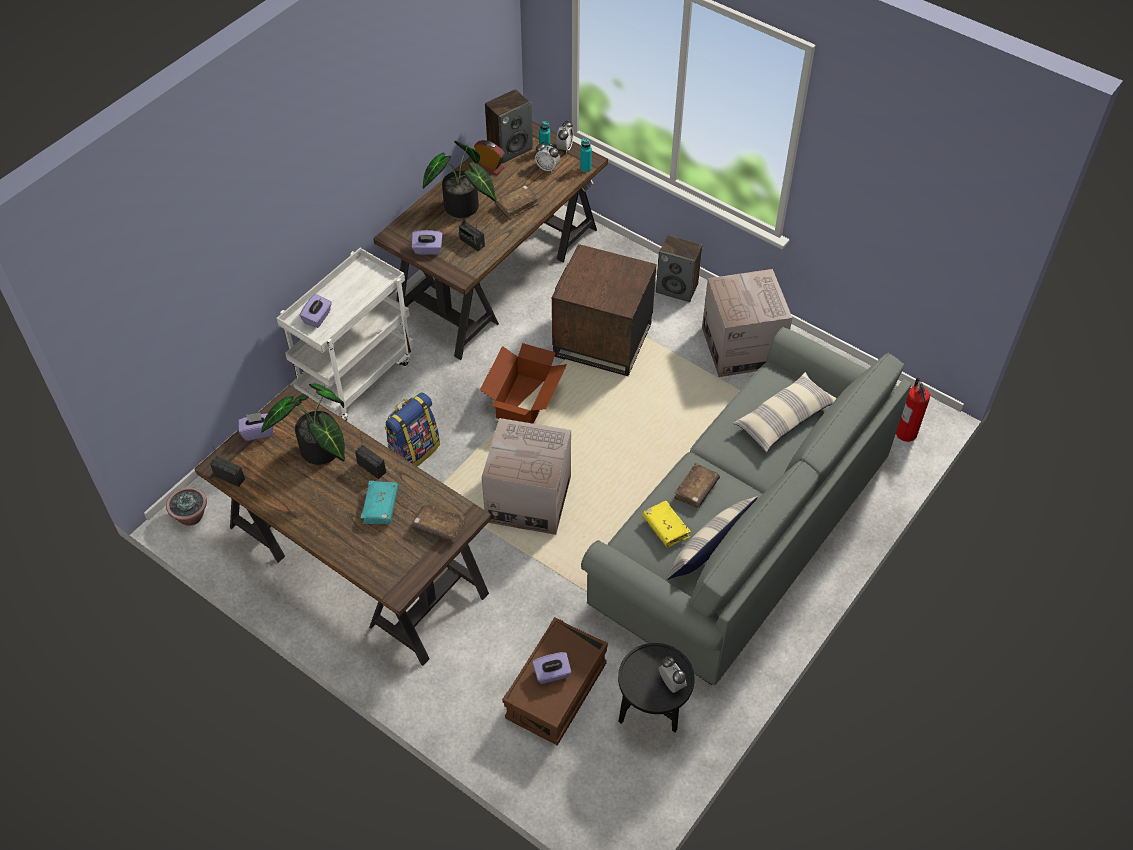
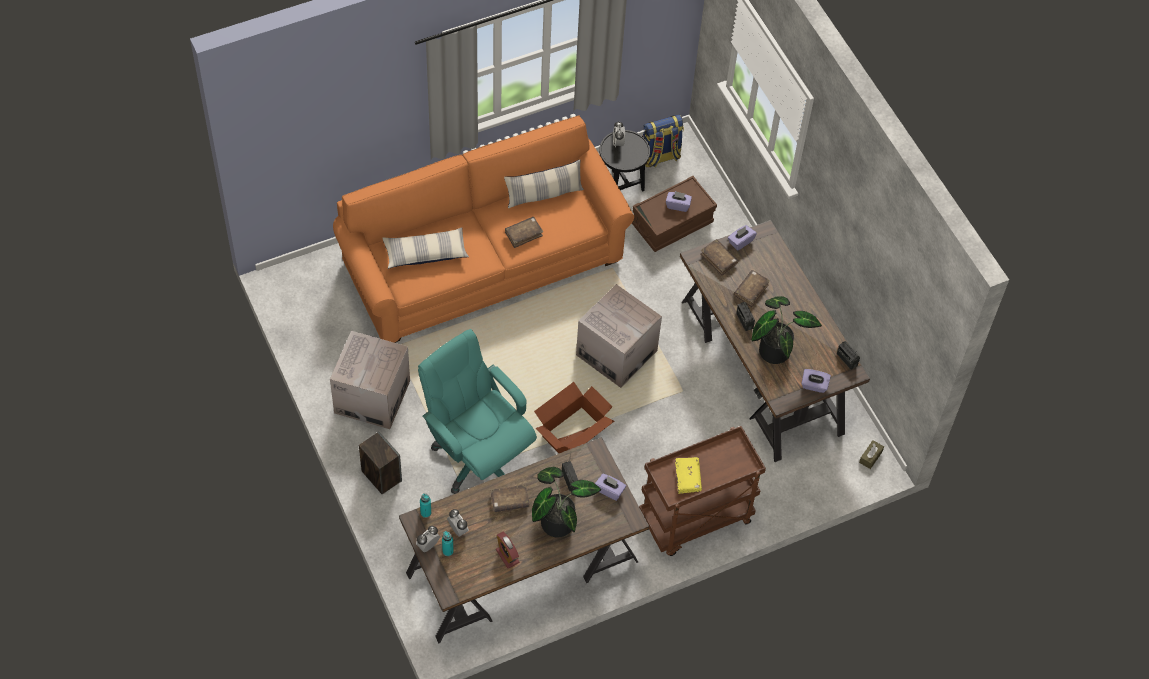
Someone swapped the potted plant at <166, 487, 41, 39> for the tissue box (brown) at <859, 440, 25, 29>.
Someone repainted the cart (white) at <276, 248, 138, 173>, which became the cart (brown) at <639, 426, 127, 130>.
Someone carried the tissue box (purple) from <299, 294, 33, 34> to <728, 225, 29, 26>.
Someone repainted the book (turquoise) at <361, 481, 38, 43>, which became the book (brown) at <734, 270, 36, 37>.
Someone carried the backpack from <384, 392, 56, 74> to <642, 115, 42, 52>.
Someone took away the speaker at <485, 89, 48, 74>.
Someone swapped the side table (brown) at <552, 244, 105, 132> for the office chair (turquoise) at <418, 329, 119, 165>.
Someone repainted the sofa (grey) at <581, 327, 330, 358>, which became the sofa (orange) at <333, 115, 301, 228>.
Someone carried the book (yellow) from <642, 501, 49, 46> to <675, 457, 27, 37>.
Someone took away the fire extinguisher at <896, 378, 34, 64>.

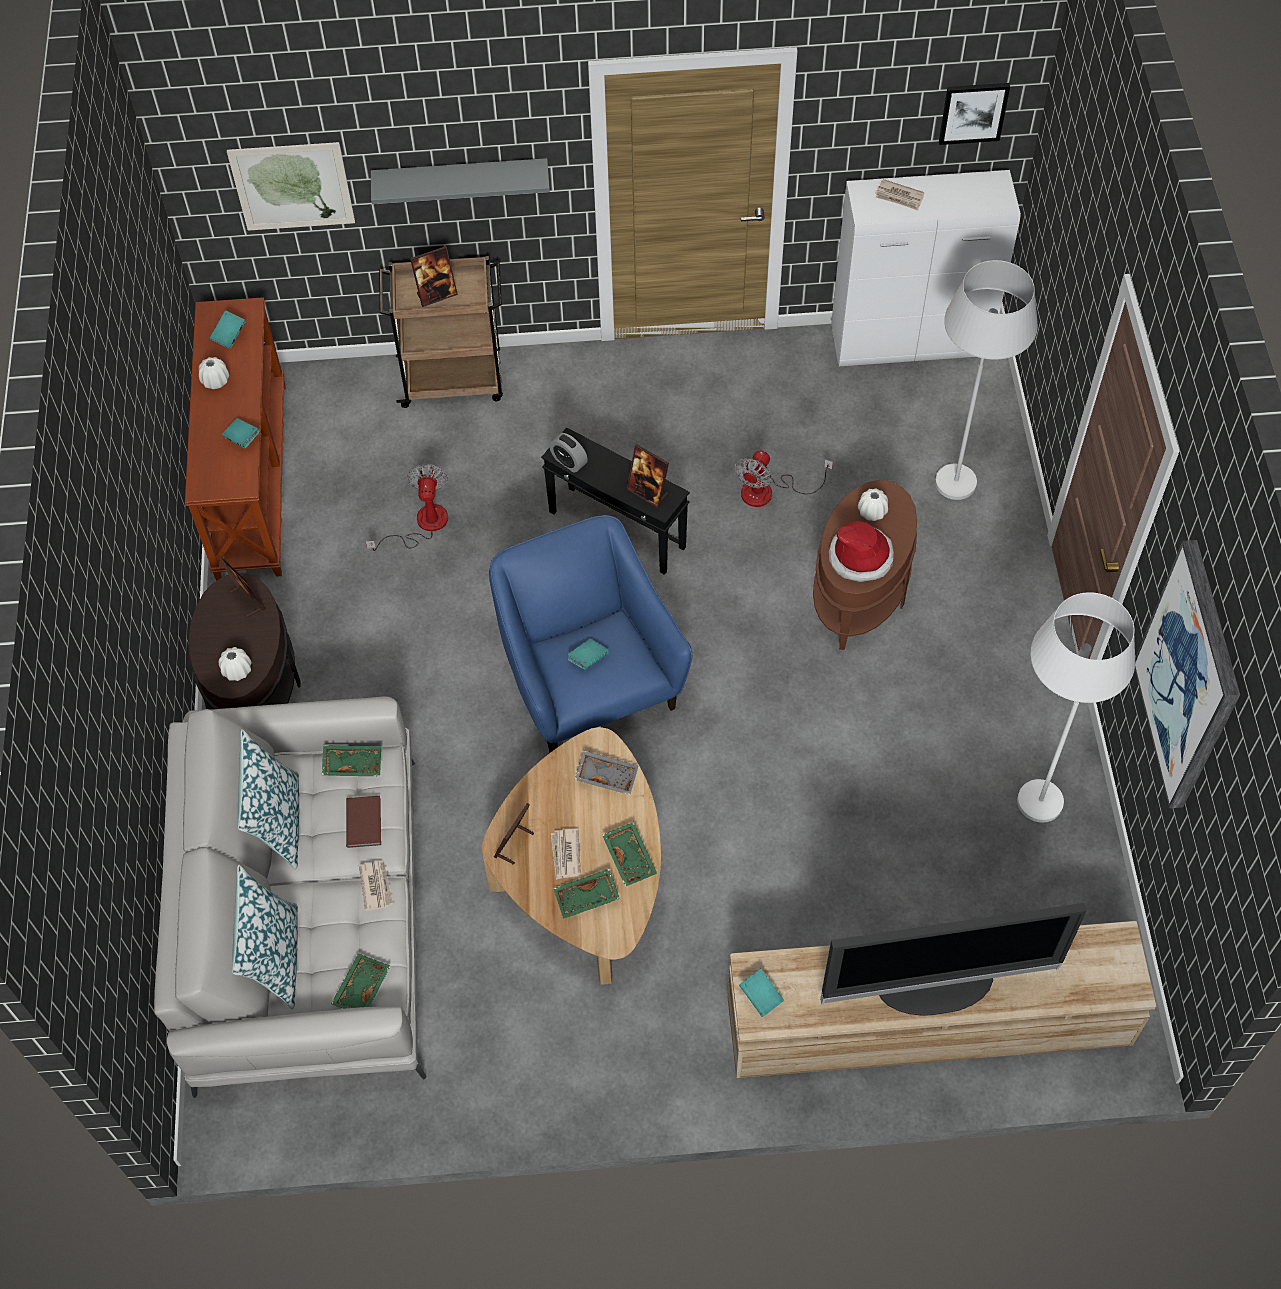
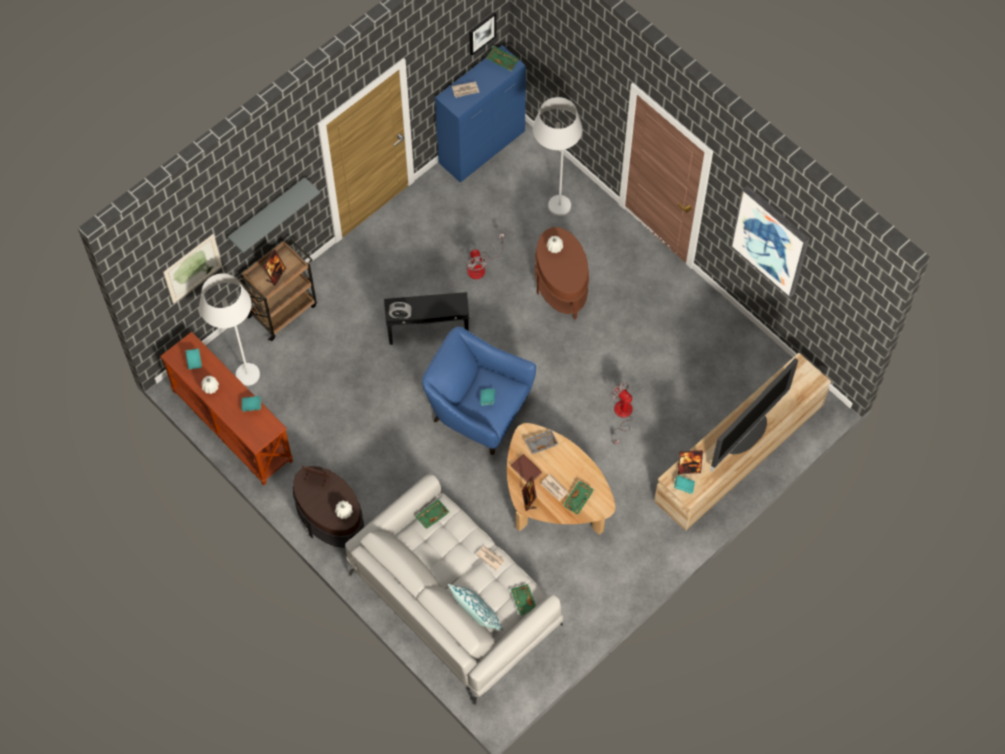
Someone took away the pillow at <238, 729, 61, 140>.
Someone carried the book (brown) from <346, 796, 35, 52> to <510, 454, 32, 28>.
Someone carried the fan from <366, 464, 82, 87> to <611, 382, 22, 62>.
Someone carried the tray (green) from <602, 822, 55, 65> to <486, 46, 33, 25>.
Someone carried the picture frame from <627, 444, 42, 64> to <678, 450, 25, 24>.
Someone took away the hat at <829, 521, 65, 61>.
Someone repainted the cabinet (white) at <831, 170, 190, 196>, which became the cabinet (blue) at <435, 45, 91, 138>.
Someone carried the floor lamp (white) from <1017, 592, 118, 230> to <199, 273, 61, 113>.

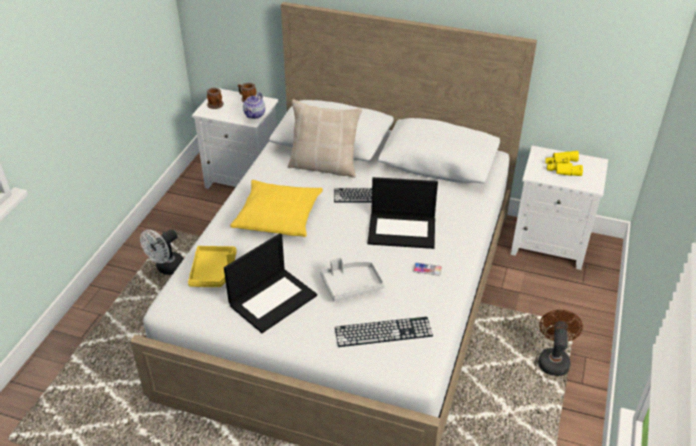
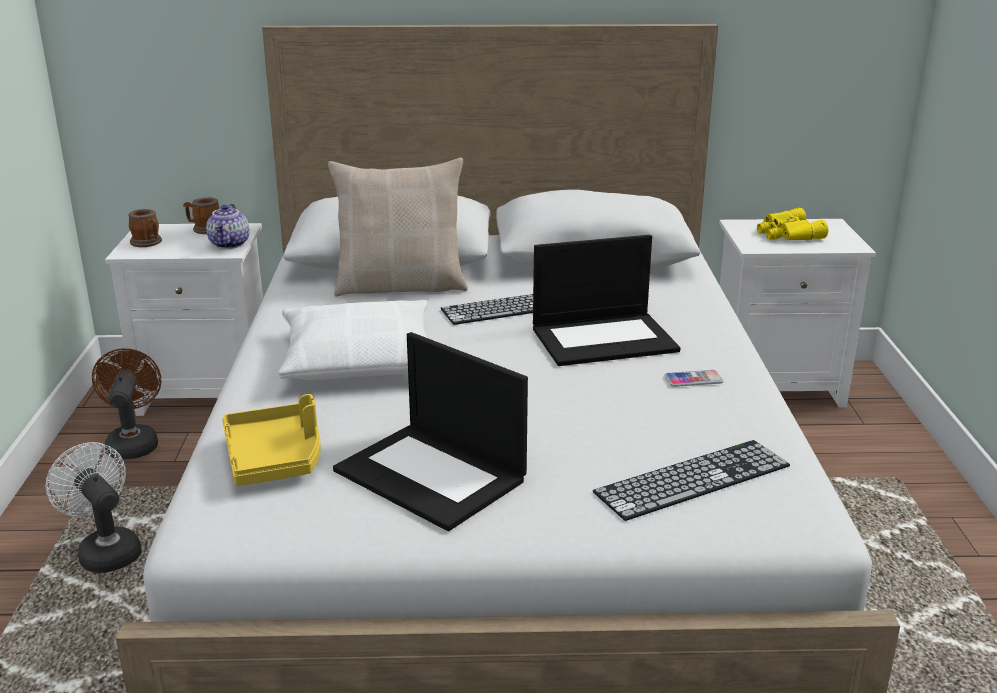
Someone rotated the fan (white) at <140, 229, 44, 46> by 120 degrees clockwise.
Someone rotated the laptop at <224, 233, 93, 100> by 105 degrees clockwise.
Someone repainted the pillow (yellow) at <230, 180, 93, 57>, which became the pillow (white) at <278, 300, 150, 80>.
Someone took away the tray (grey) at <320, 257, 64, 45>.
Someone carried the fan (brown) from <538, 310, 45, 66> to <92, 348, 69, 111>.

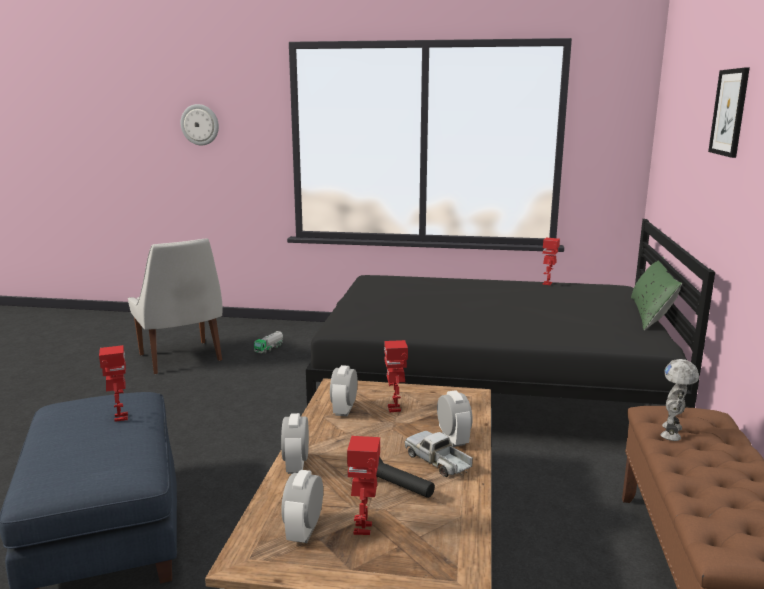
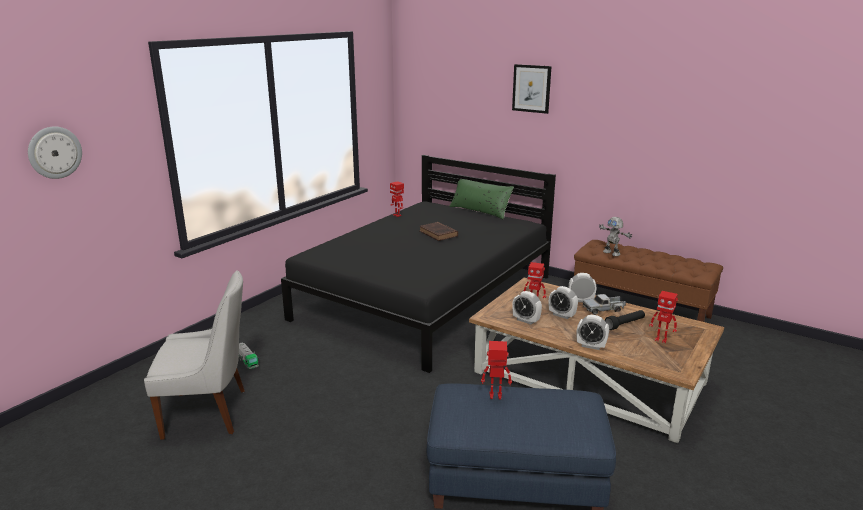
Someone carried the alarm clock from <281, 470, 42, 73> to <549, 286, 29, 33>.
Someone put down the book (brown) at <419, 222, 39, 19>.

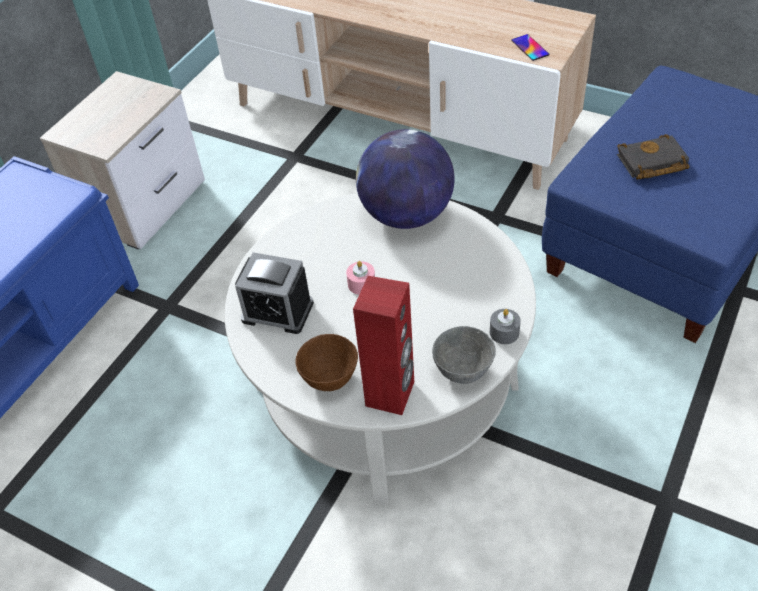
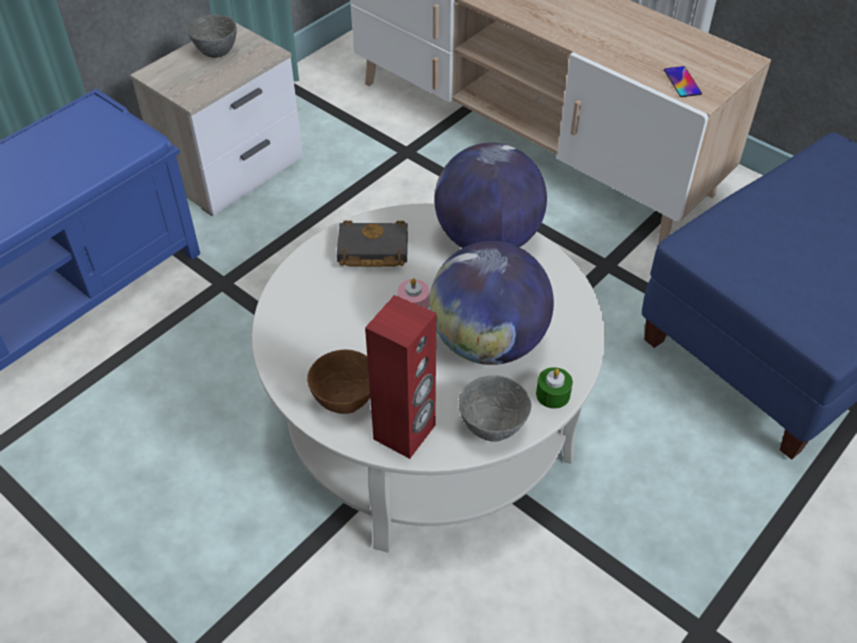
Someone took away the alarm clock at <235, 252, 79, 82>.
Someone repainted the candle (grey) at <490, 309, 31, 35>, which became the candle (green) at <536, 367, 37, 42>.
Someone carried the book (black) from <617, 134, 73, 46> to <337, 220, 71, 47>.
Someone put down the bowl (grey) at <187, 15, 50, 43>.
Someone put down the globe at <429, 241, 125, 124>.

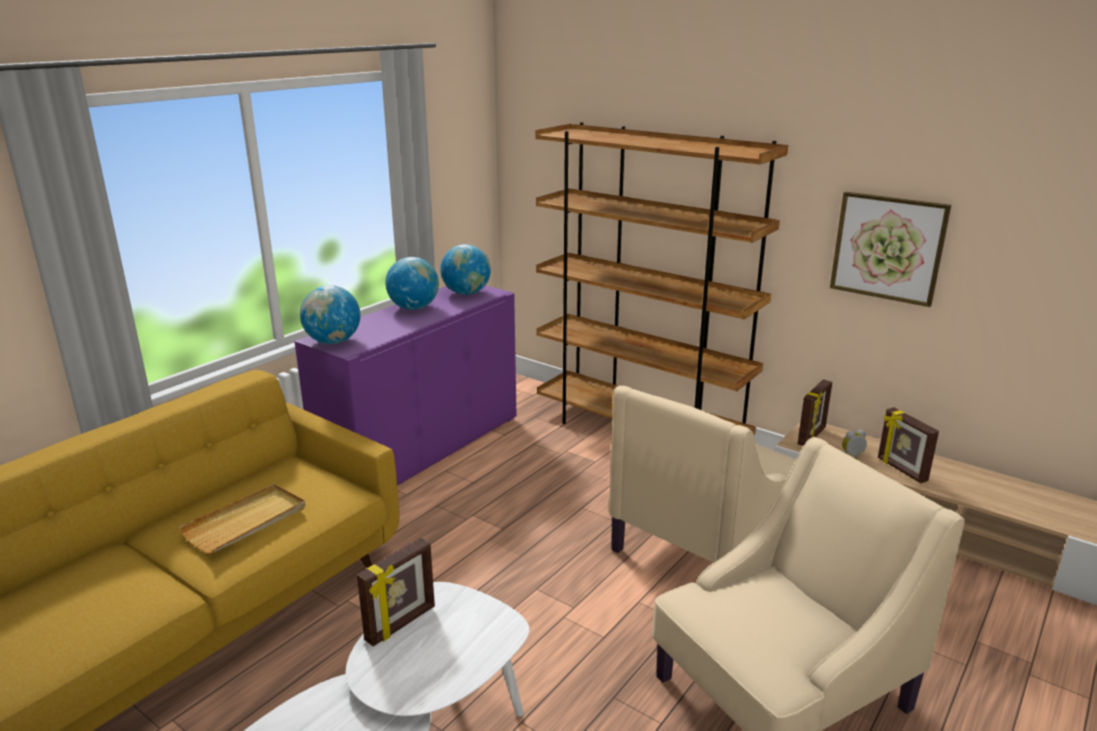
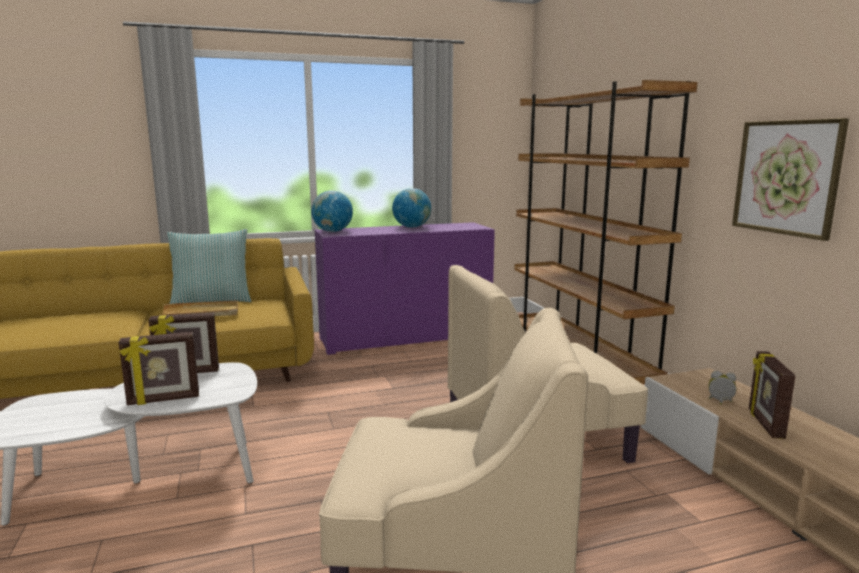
Someone took away the globe at <440, 244, 51, 51>.
Someone carried the picture frame from <798, 379, 34, 67> to <119, 332, 80, 73>.
Someone put down the pillow at <167, 229, 85, 75>.

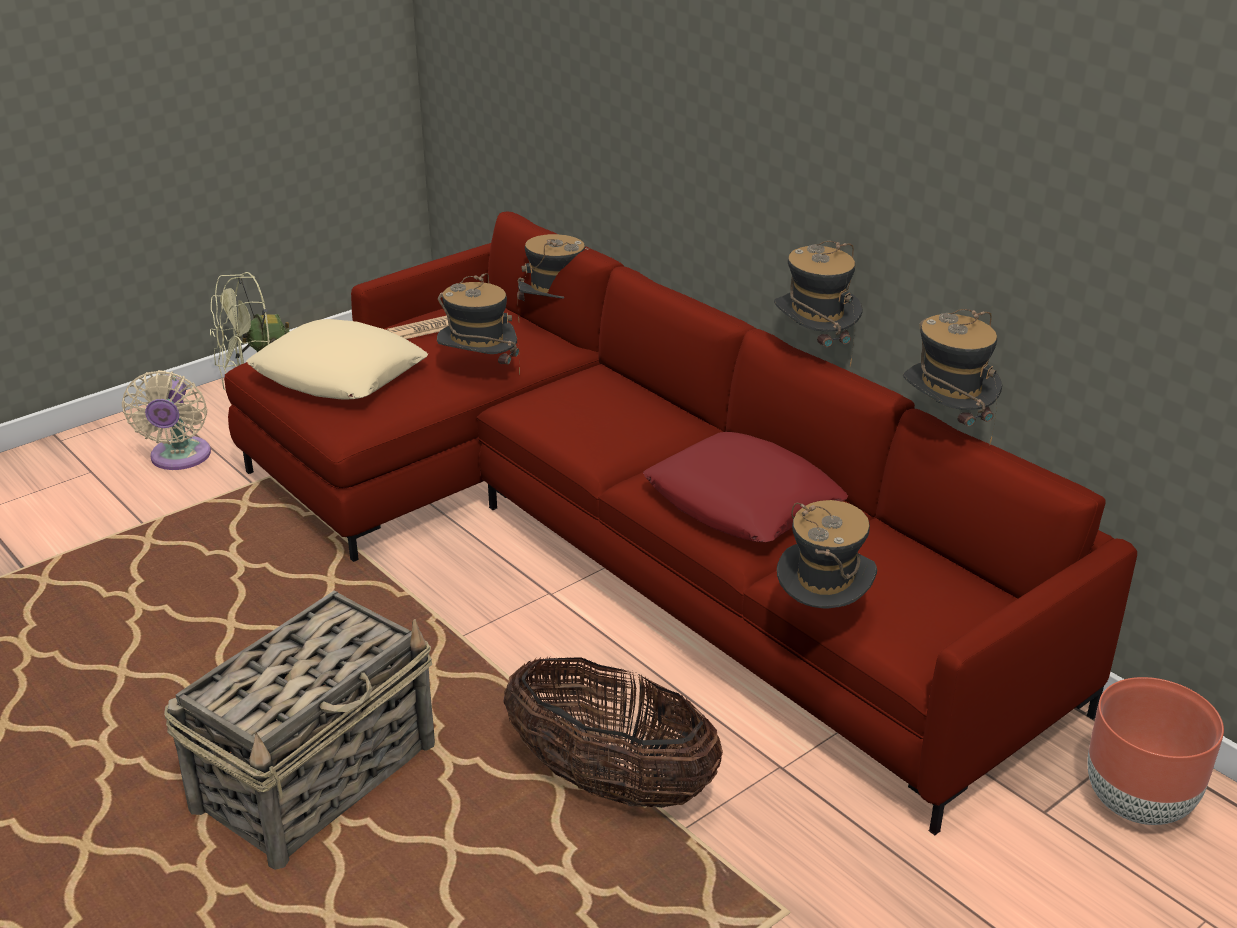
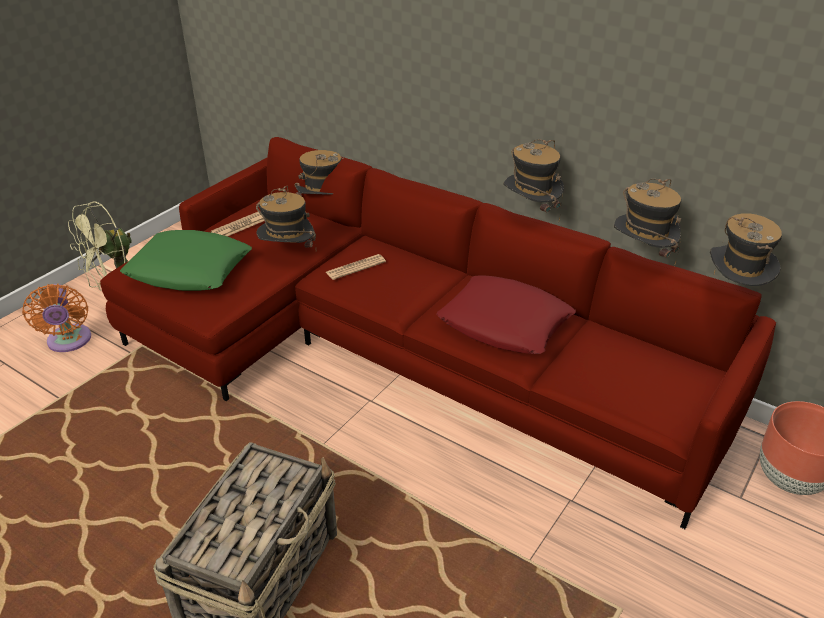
Someone repainted the fan (beige) at <122, 370, 89, 100>, which became the fan (orange) at <22, 284, 69, 68>.
Someone repainted the pillow (beige) at <246, 319, 182, 81>, which became the pillow (green) at <120, 230, 132, 61>.
Someone took away the basket at <503, 657, 220, 151>.
Someone carried the hat from <777, 500, 100, 109> to <710, 214, 72, 72>.
Someone put down the newspaper at <326, 254, 60, 26>.

